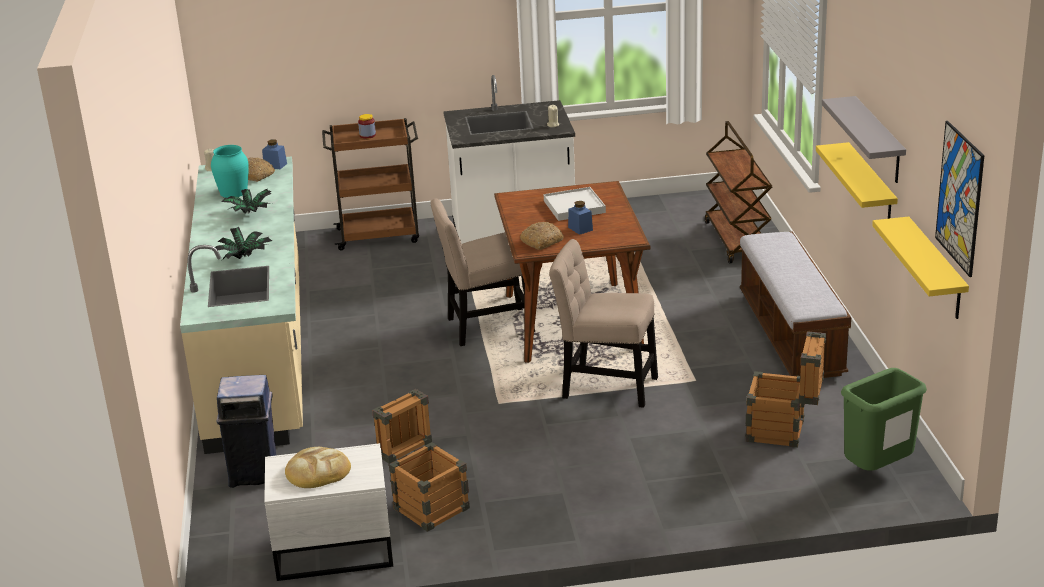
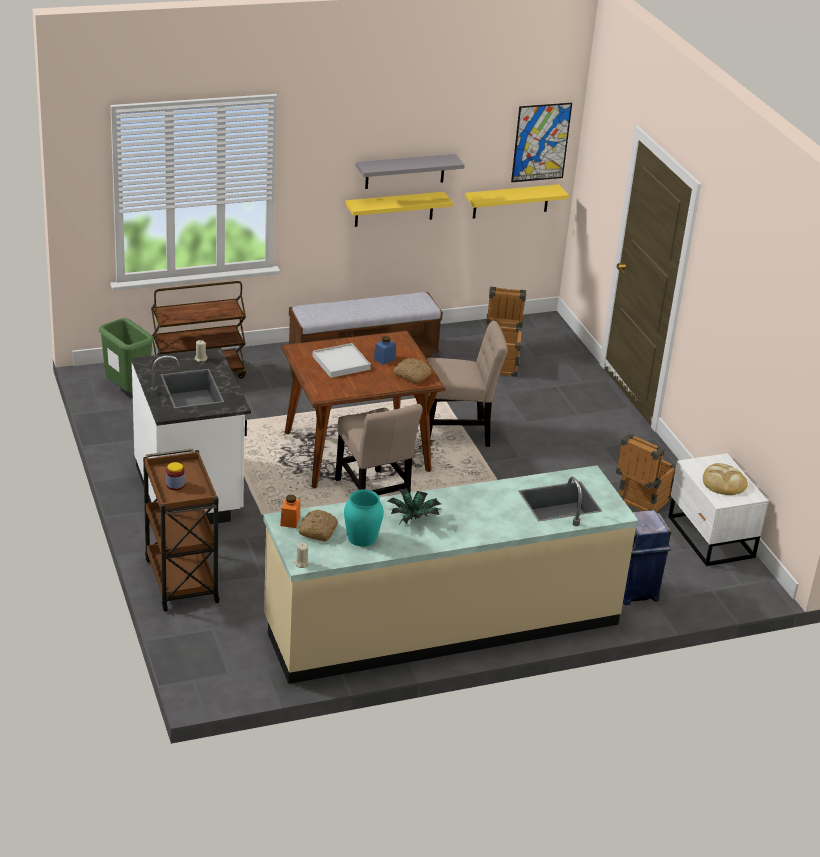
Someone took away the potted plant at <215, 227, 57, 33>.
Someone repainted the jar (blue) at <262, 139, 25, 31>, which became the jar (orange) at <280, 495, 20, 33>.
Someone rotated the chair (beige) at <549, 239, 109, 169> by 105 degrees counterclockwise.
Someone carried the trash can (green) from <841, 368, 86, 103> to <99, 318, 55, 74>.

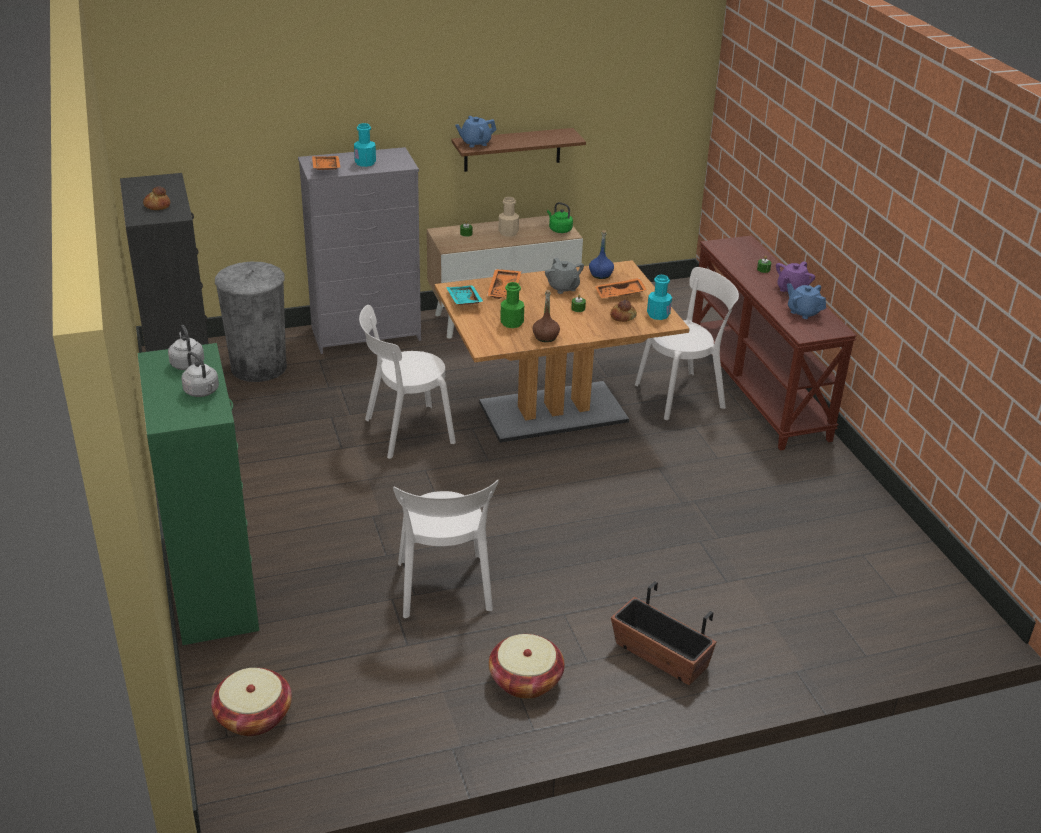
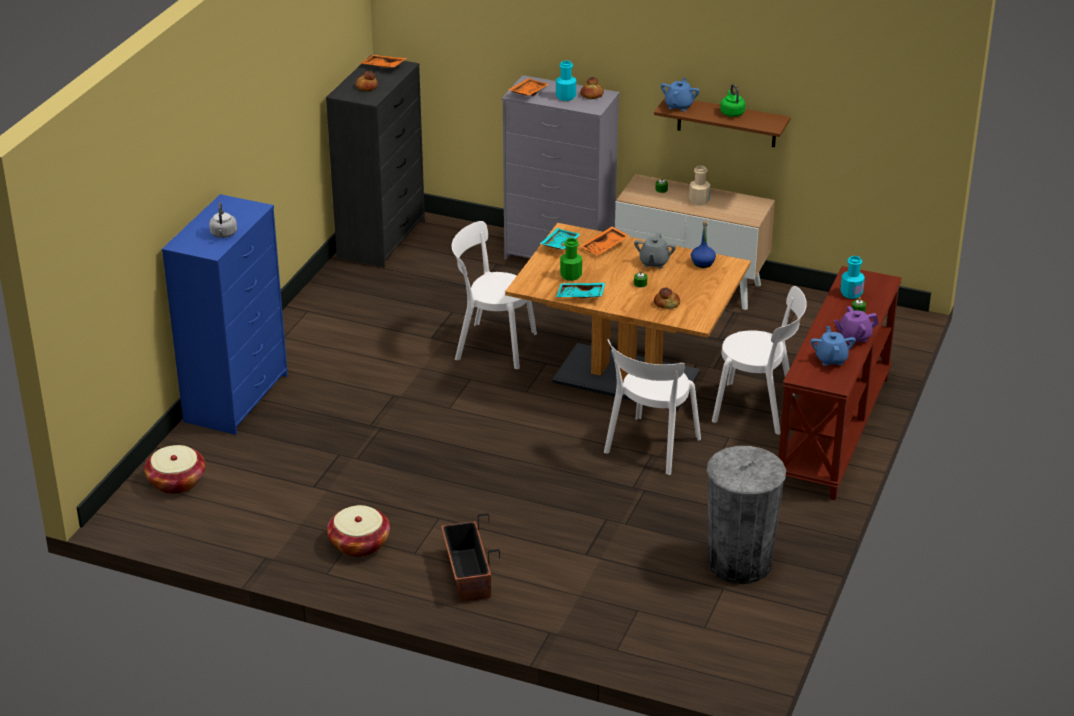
Someone repainted the dresser (green) at <137, 343, 122, 302>, which became the dresser (blue) at <162, 194, 126, 241>.
Someone took away the kettle (grey) at <168, 325, 36, 45>.
Someone carried the trash can (grey) from <215, 262, 72, 120> to <707, 446, 79, 138>.
Someone carried the chair (white) from <393, 480, 106, 138> to <604, 339, 97, 136>.
Someone rotated the teapot (blue) at <455, 116, 42, 31> by 90 degrees clockwise.
Someone swapped the bottle (brown) at <532, 290, 28, 52> for the tray (turquoise) at <556, 283, 49, 15>.
Someone carried the kettle (green) from <547, 202, 26, 31> to <720, 84, 25, 33>.
Someone carried the tray (orange) from <595, 278, 51, 20> to <361, 55, 46, 13>.
Someone carried the bottle (turquoise) from <647, 275, 25, 45> to <840, 256, 25, 43>.
Someone put down the bread at <580, 77, 24, 22>.

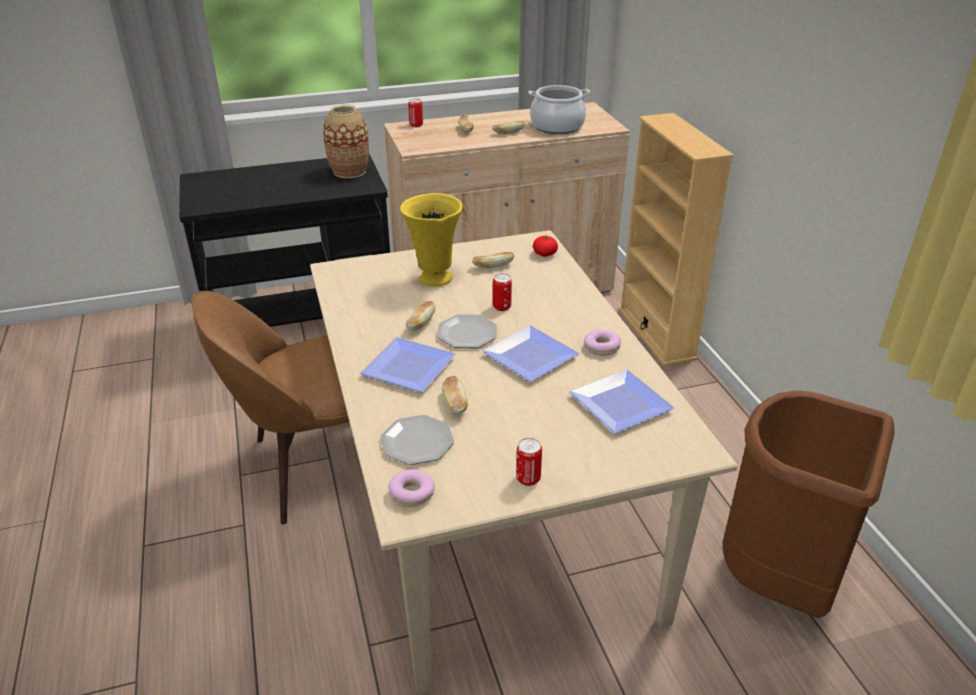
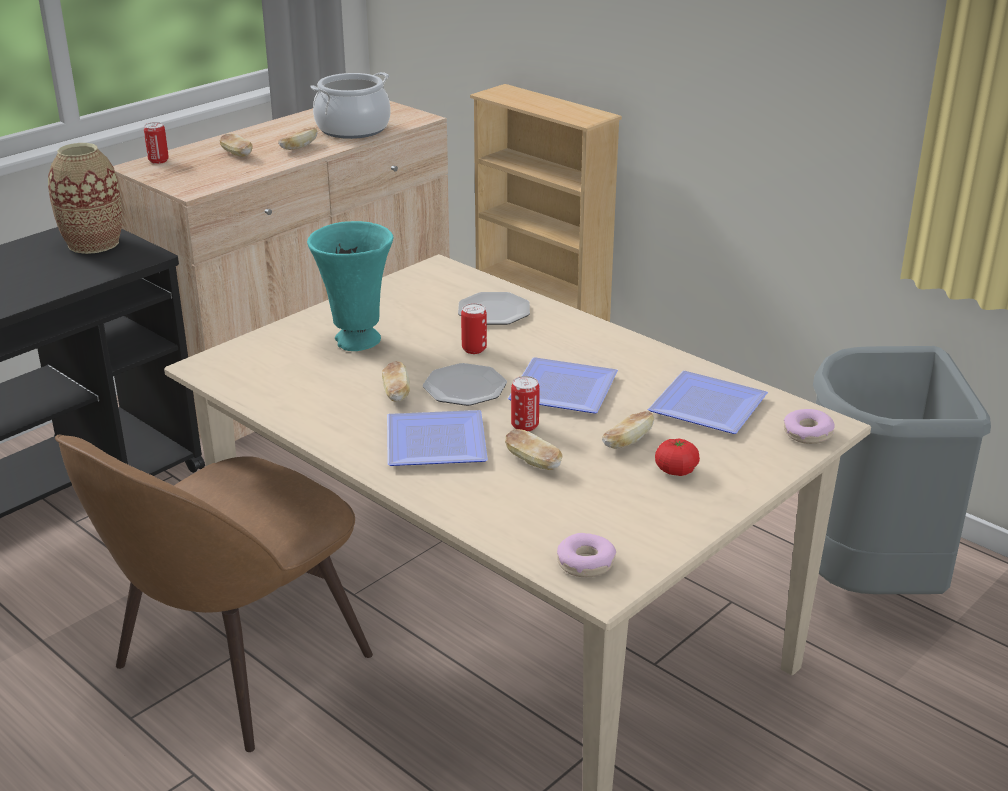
Someone carried the plate from <380, 415, 74, 50> to <458, 292, 72, 33>.
Someone repainted the vase (yellow) at <400, 193, 63, 94>, which became the vase (turquoise) at <307, 221, 86, 130>.
Someone carried the bread from <472, 252, 42, 16> to <602, 411, 52, 38>.
Someone carried the can from <516, 438, 26, 48> to <511, 376, 29, 56>.
Someone carried the tomato from <533, 236, 25, 21> to <655, 439, 45, 37>.
Someone carried the donut from <584, 330, 37, 26> to <784, 409, 51, 35>.
Someone repainted the trash can (brown) at <723, 390, 172, 228>, which became the trash can (grey) at <813, 346, 178, 248>.

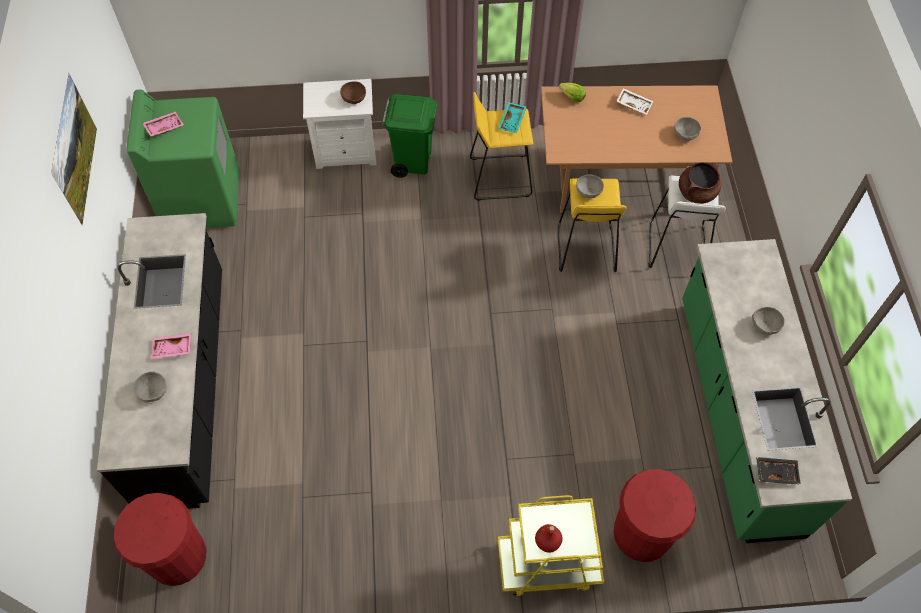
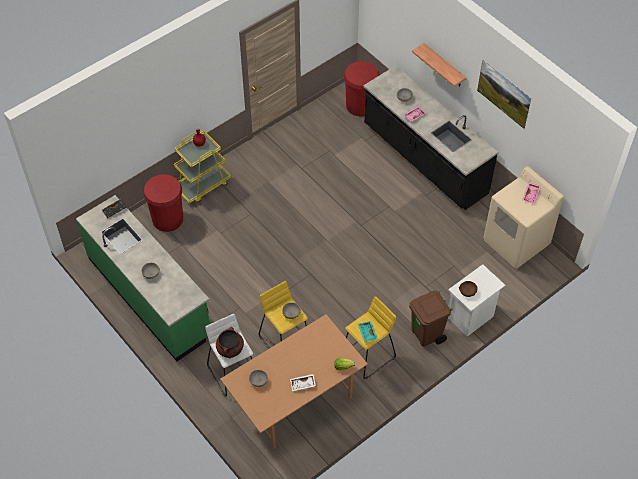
Someone repainted the washing machine (green) at <126, 90, 113, 138>, which became the washing machine (beige) at <484, 166, 80, 103>.
Someone repainted the trash can (green) at <382, 94, 55, 84>, which became the trash can (brown) at <409, 290, 44, 57>.
Someone put up the shelf at <412, 43, 55, 44>.

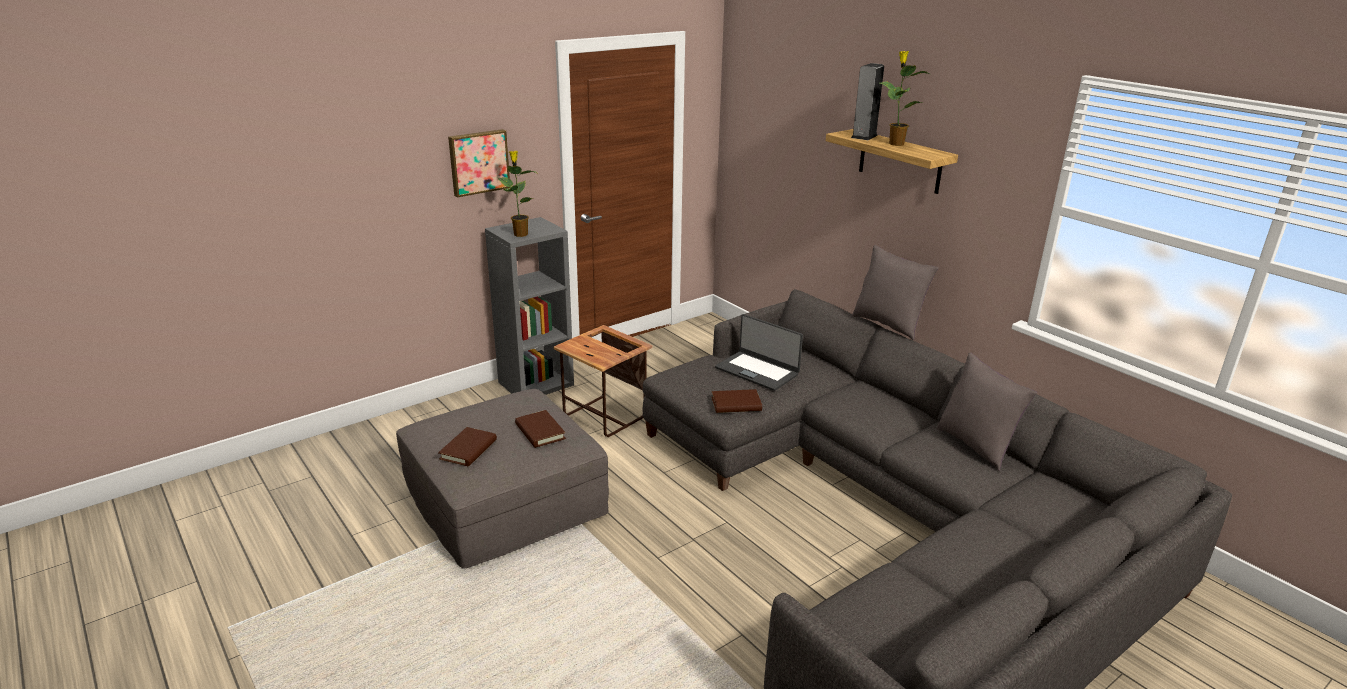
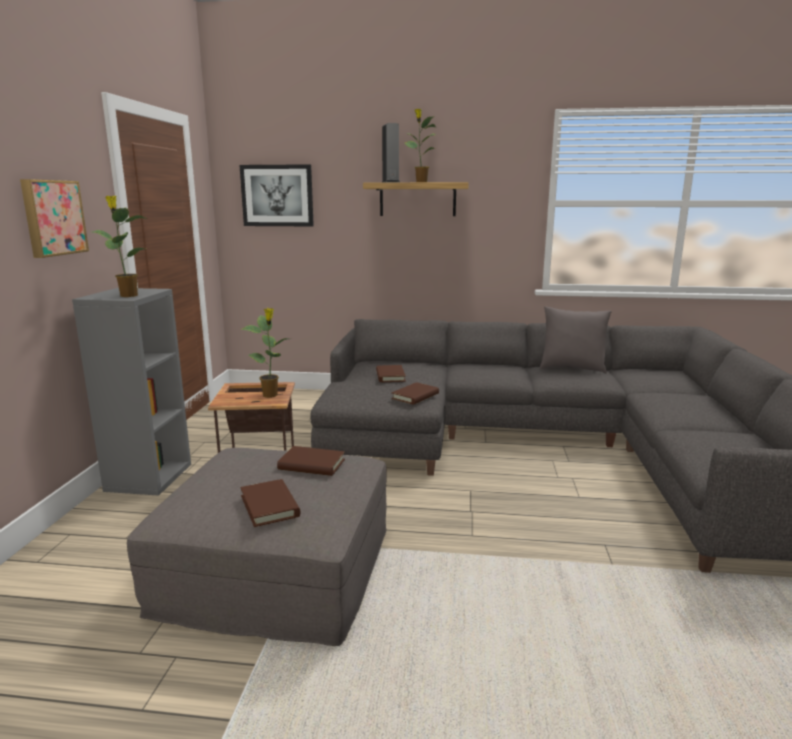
Someone swapped the laptop at <715, 314, 88, 77> for the book (brown) at <376, 365, 30, 17>.
Someone took away the pillow (grey) at <852, 245, 87, 95>.
Someone put up the picture at <240, 164, 74, 62>.
Someone put down the potted plant at <241, 308, 47, 90>.

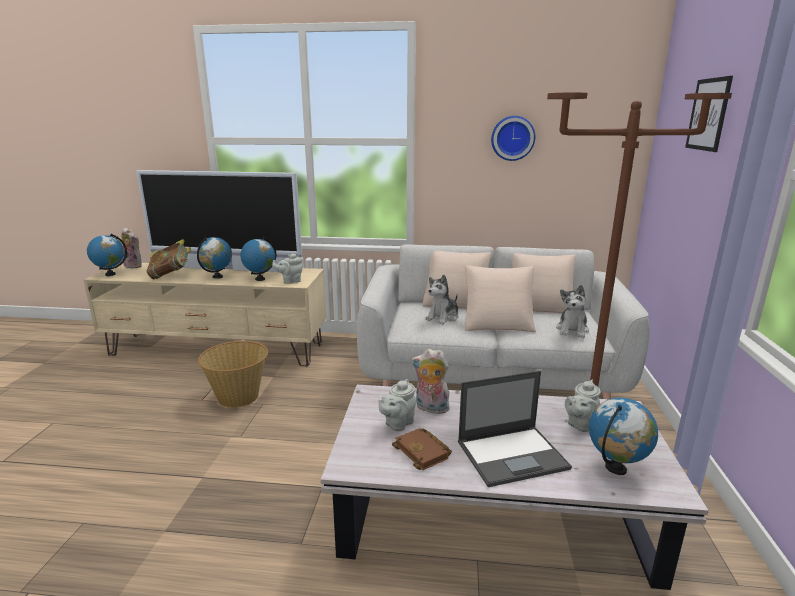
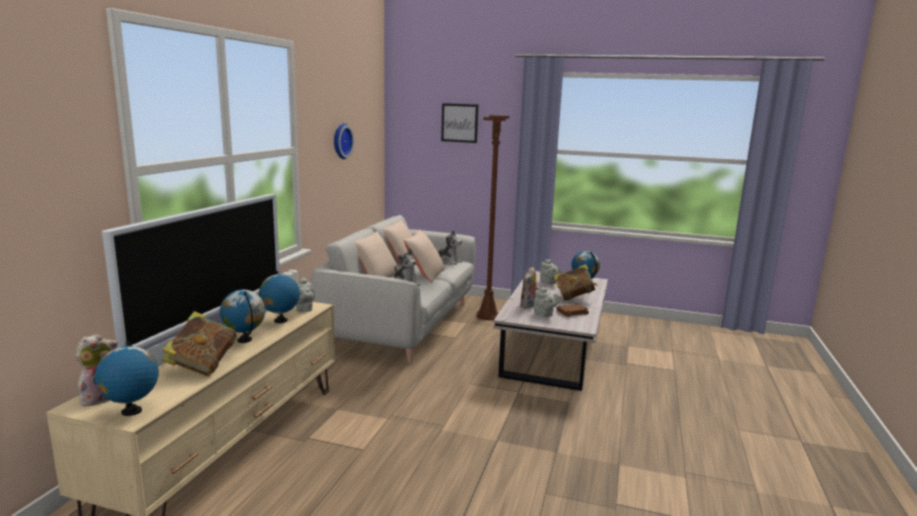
Someone took away the basket at <198, 341, 70, 67>.
Someone swapped the laptop at <458, 371, 114, 116> for the book at <554, 264, 44, 37>.

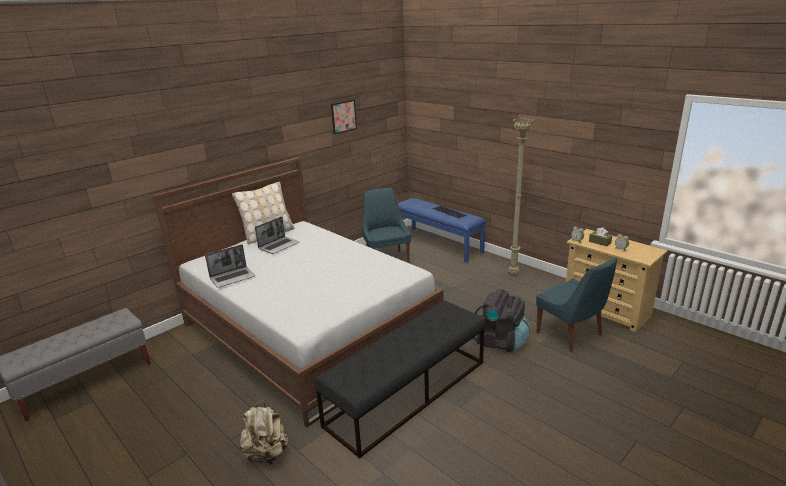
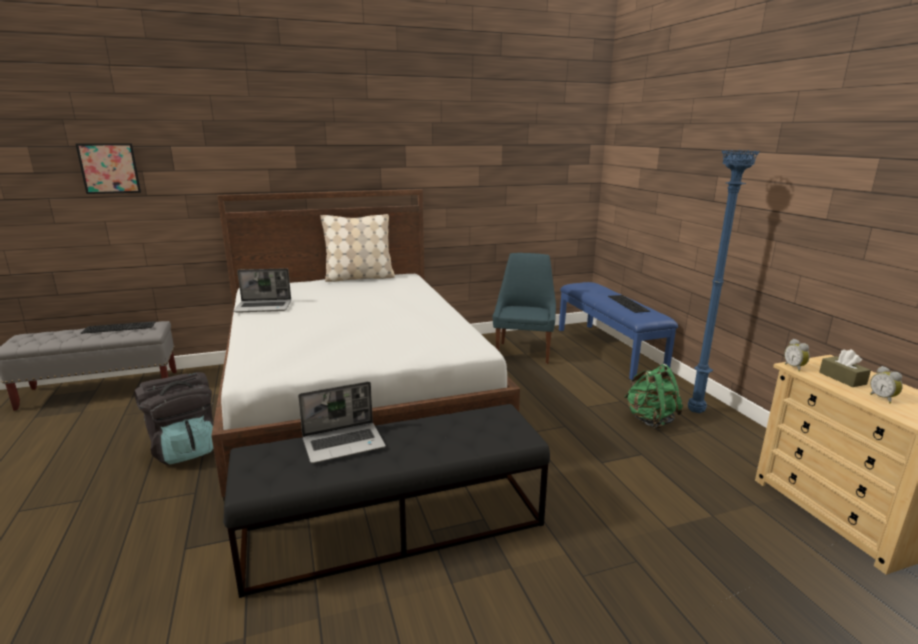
Someone took away the backpack (beige) at <240, 400, 48, 66>.
Someone carried the laptop from <255, 217, 44, 37> to <298, 381, 88, 82>.
Someone carried the picture from <331, 100, 26, 34> to <76, 143, 65, 51>.
Someone carried the backpack (black) from <473, 289, 57, 63> to <134, 372, 79, 93>.
Someone repainted the floor lamp (beige) at <508, 117, 26, 158>, which became the floor lamp (blue) at <688, 150, 72, 263>.
Someone took away the chair (blue) at <536, 257, 81, 95>.
Someone put down the keyboard at <81, 321, 75, 13>.
Someone put down the backpack (green) at <624, 364, 60, 65>.

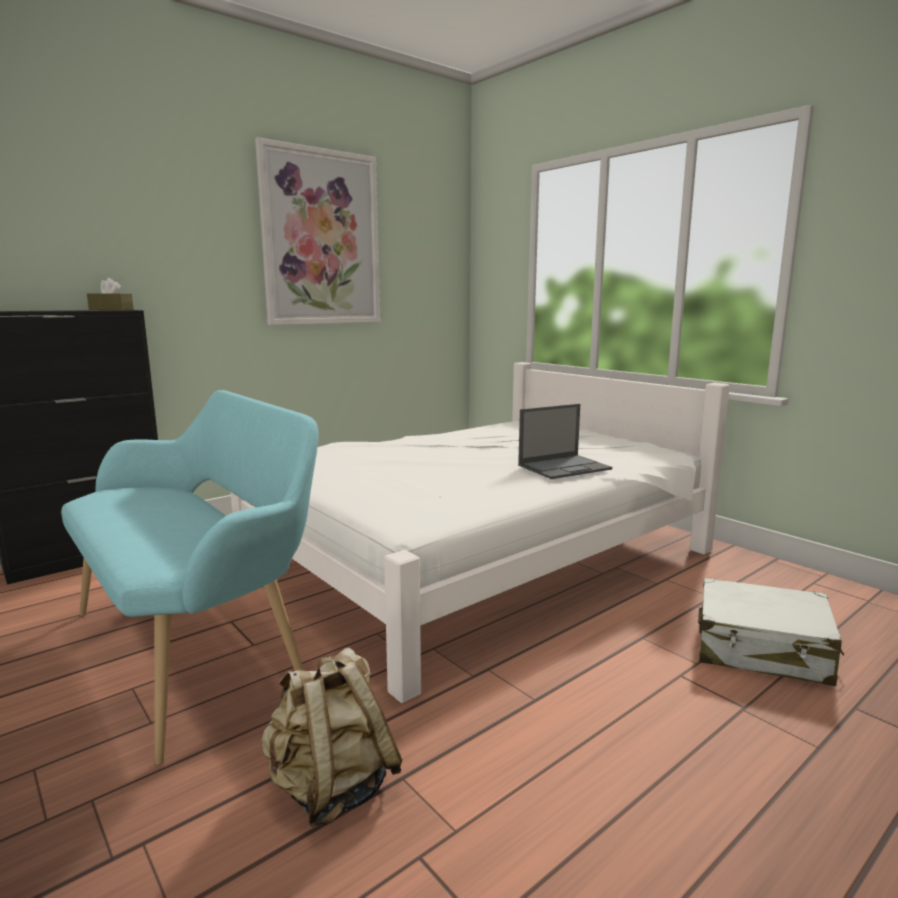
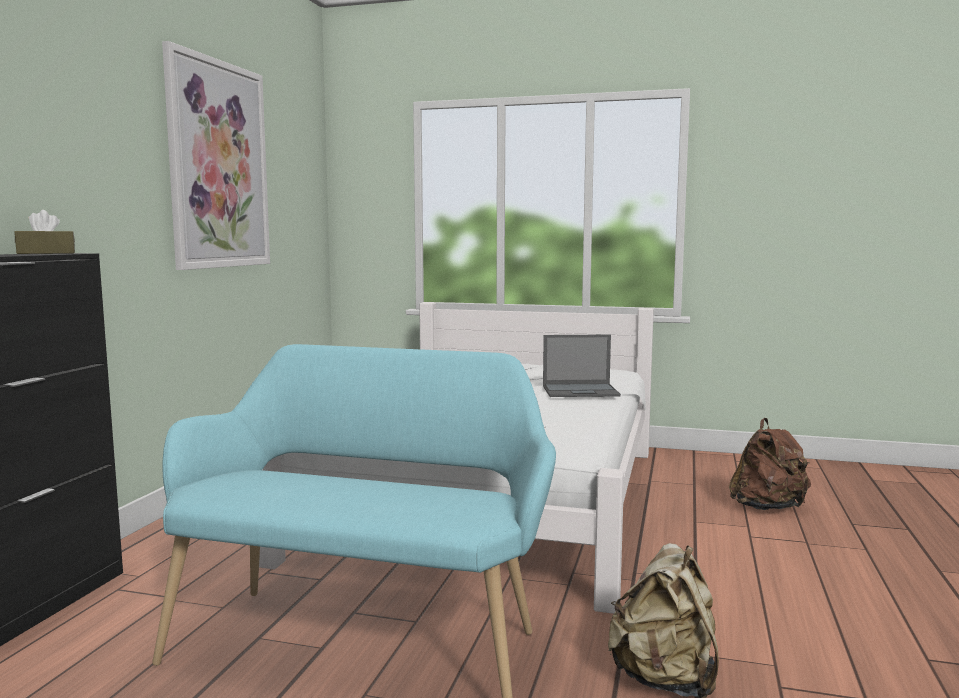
Someone rotated the laptop at <518, 404, 94, 75> by 60 degrees clockwise.
Someone swapped the suitcase (white) at <698, 578, 146, 108> for the backpack (brown) at <729, 418, 82, 92>.

